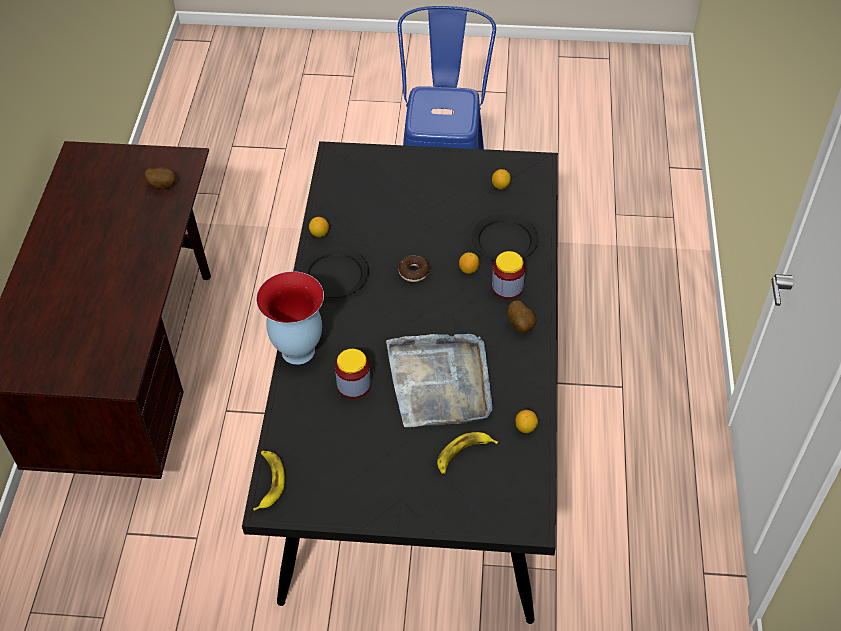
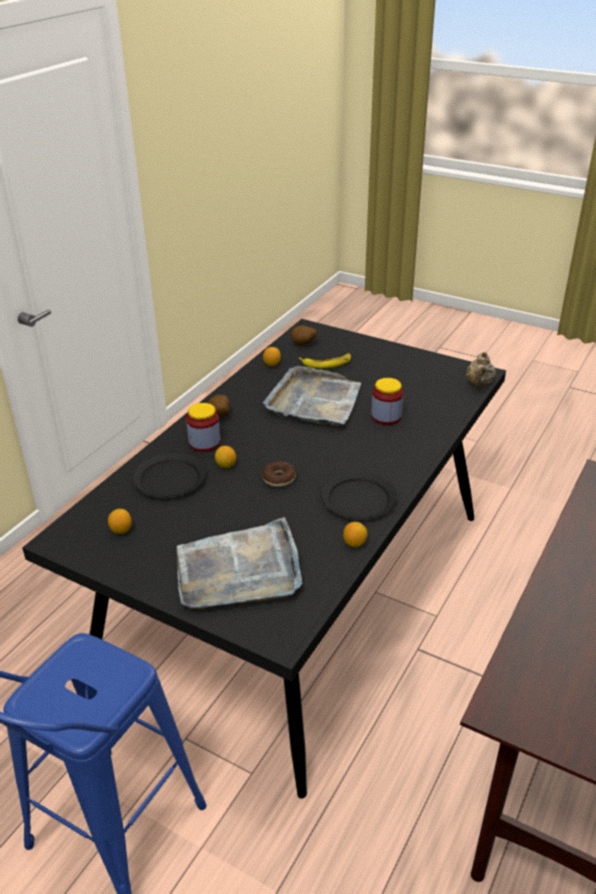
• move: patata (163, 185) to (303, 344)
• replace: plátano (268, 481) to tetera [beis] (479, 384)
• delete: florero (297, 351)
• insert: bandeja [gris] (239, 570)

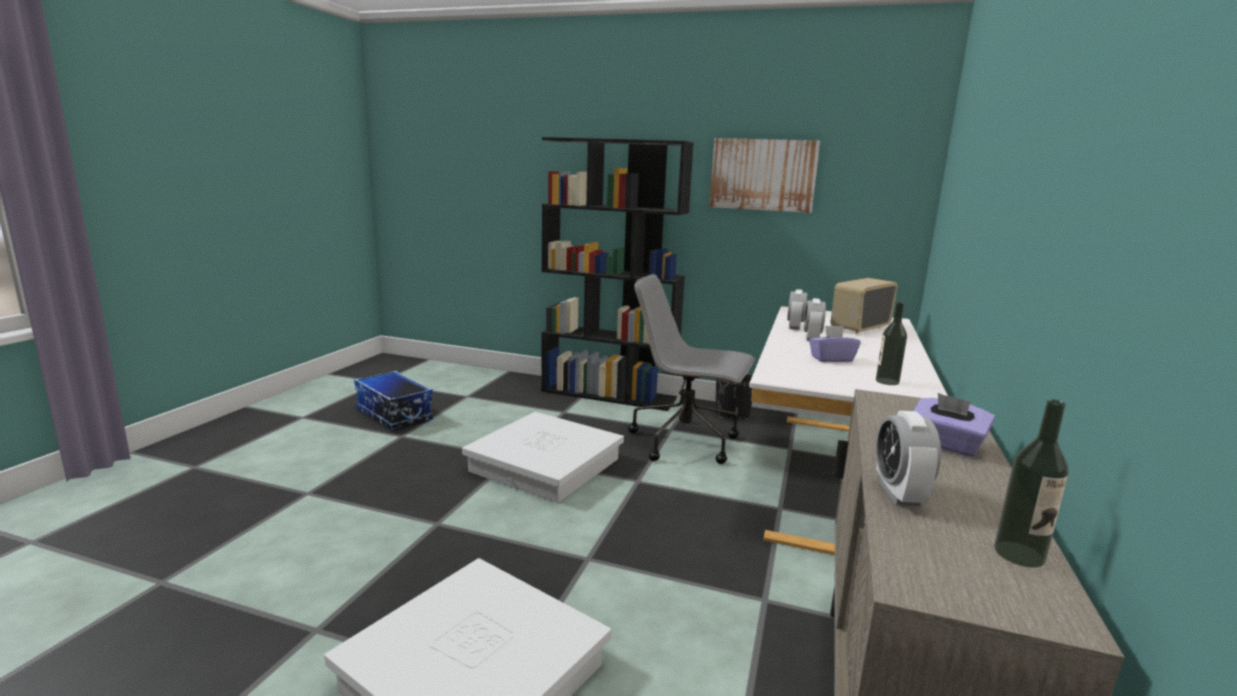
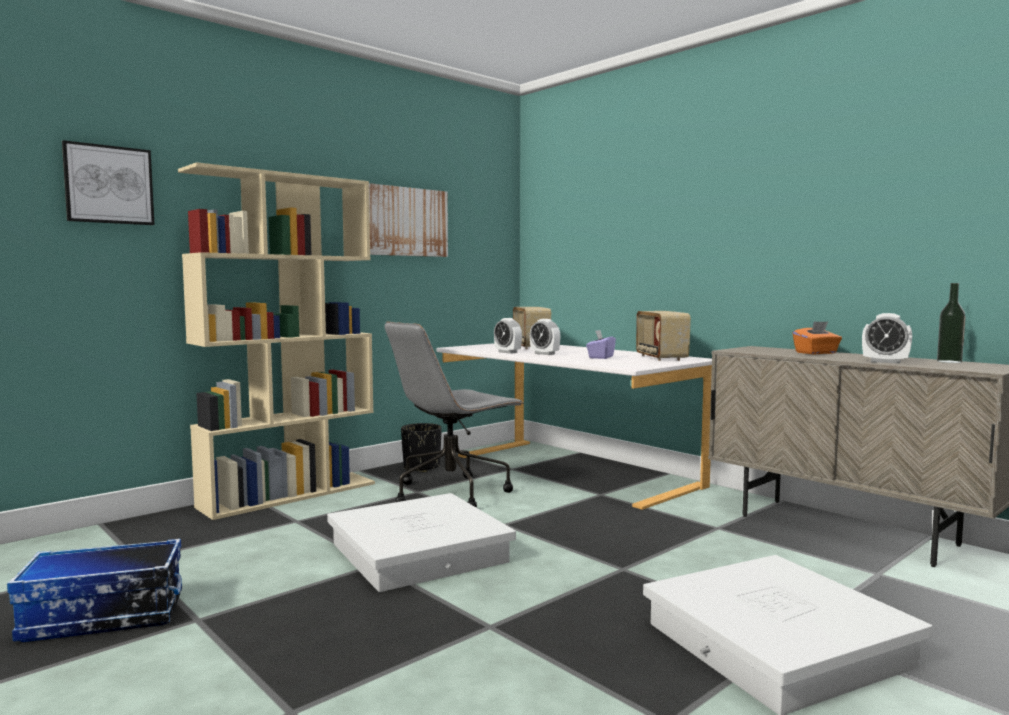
• recolor: estantería [negro] (609, 394) to estantería [beis] (290, 494)
• replace: botella (887, 381) to radio (660, 358)
• recolor: caja de pañuelos [morado] (945, 445) to caja de pañuelos [naranja] (816, 353)
• insert: cuadro (109, 185)

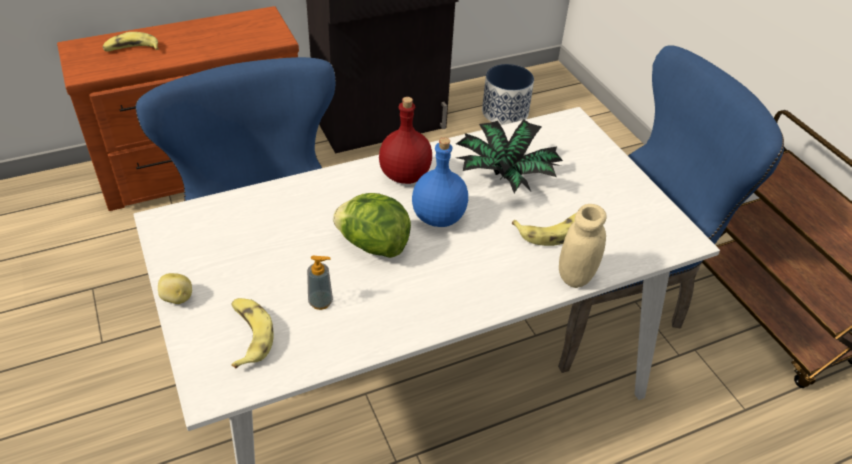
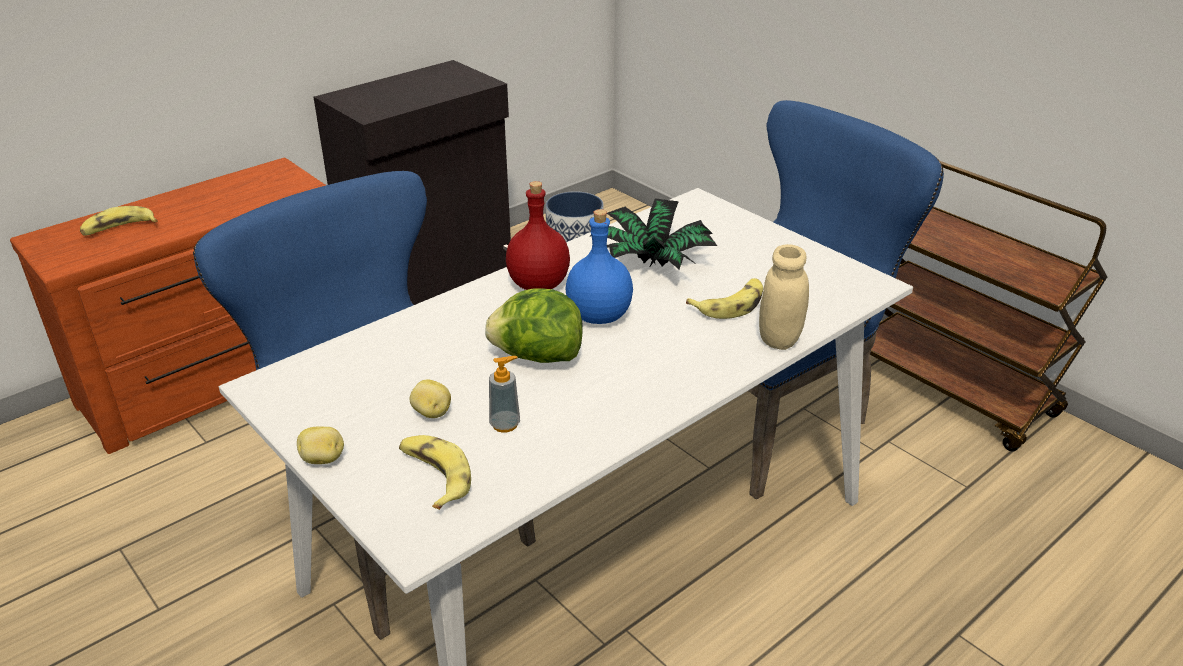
• insert: patata (431, 413)

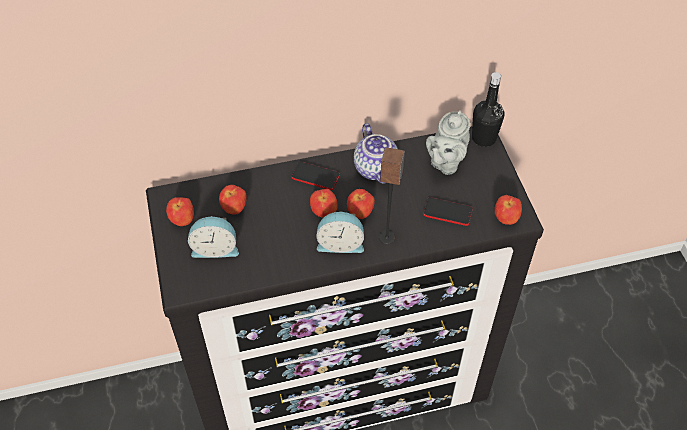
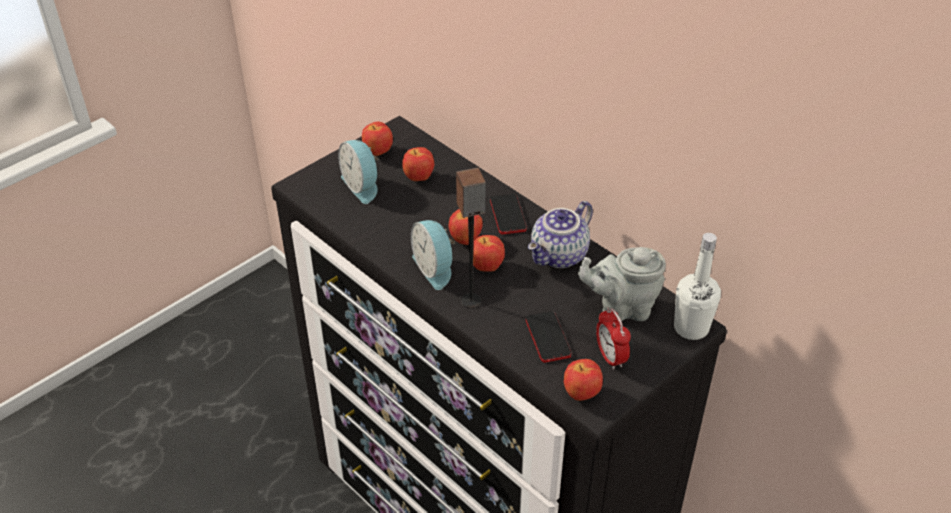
• recolor: botella [negro] (484, 138) to botella [blanco] (691, 328)
• insert: despertador (610, 357)

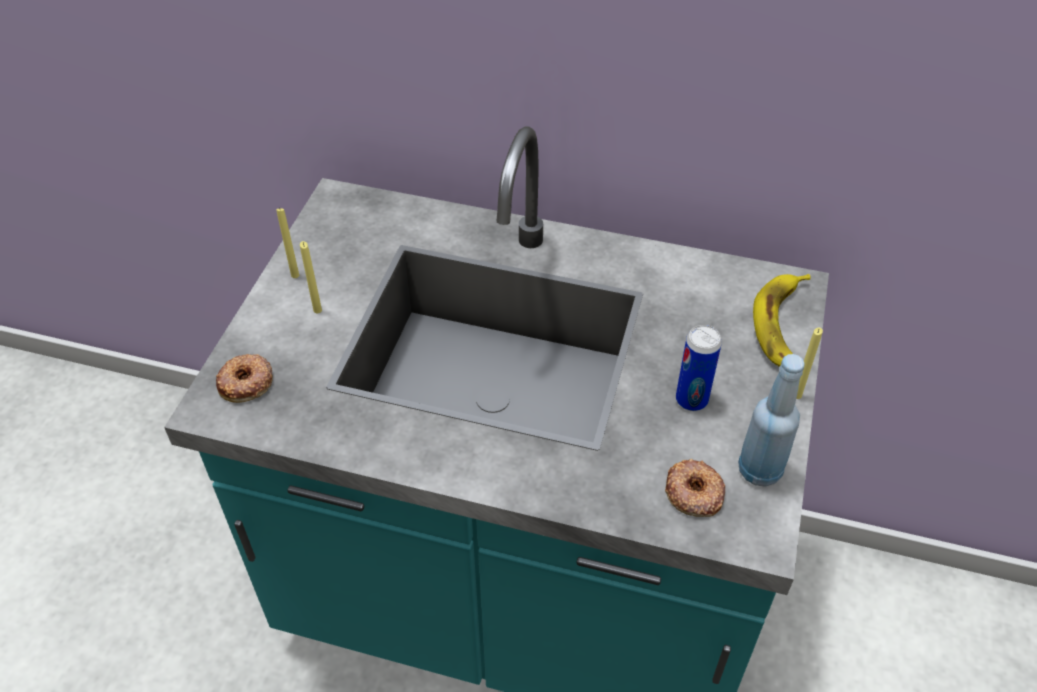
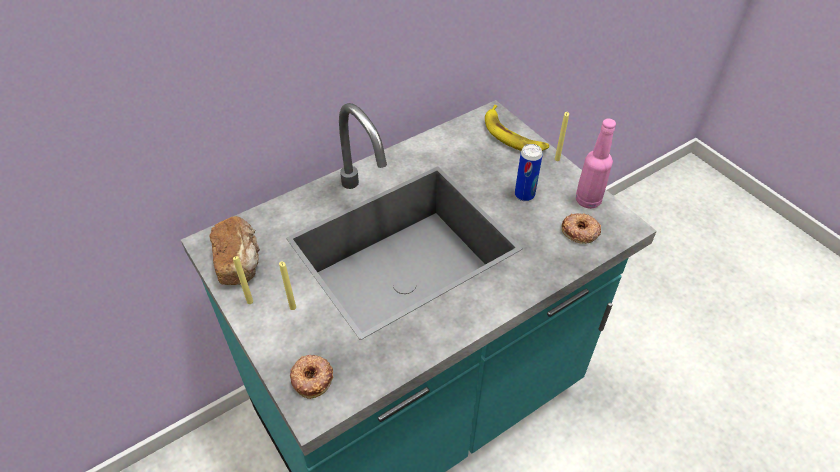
• recolor: botella [azul] (760, 470) to botella [rosa] (588, 200)
• insert: pan (240, 261)

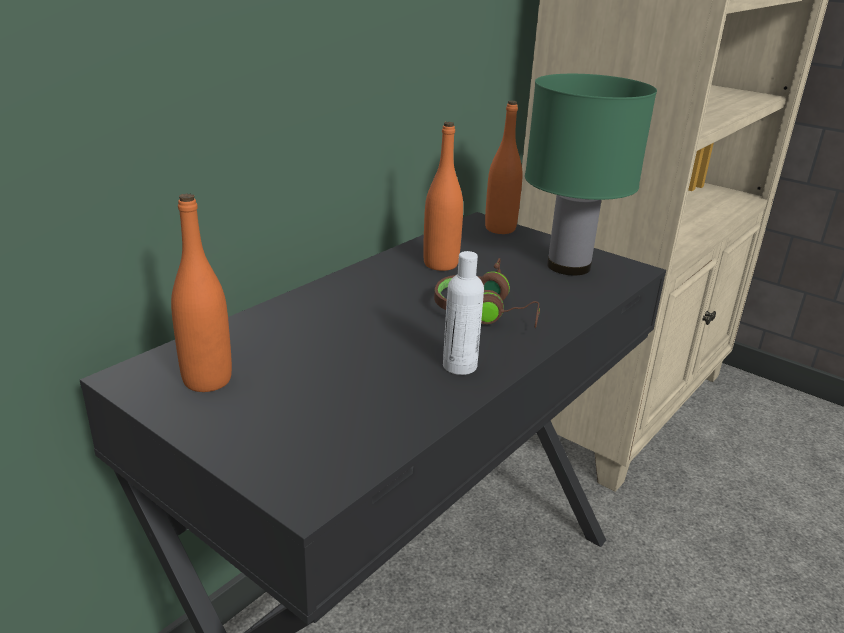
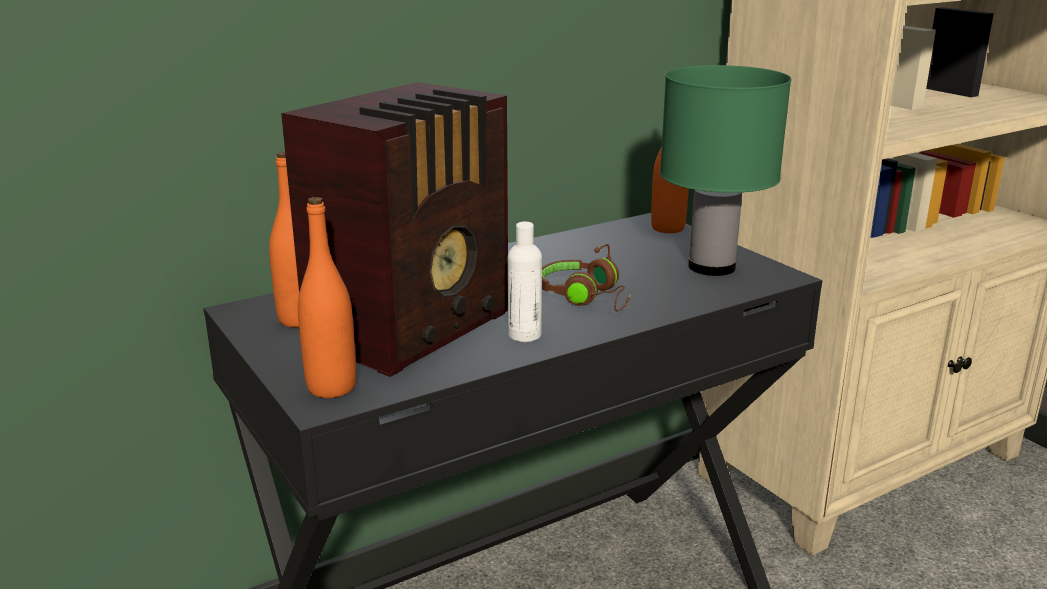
• move: botella [naranja] (440, 264) to (331, 387)
• insert: radio (416, 328)

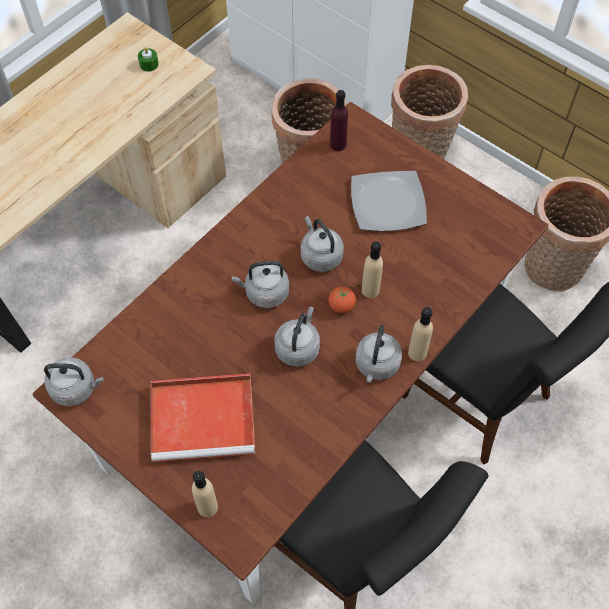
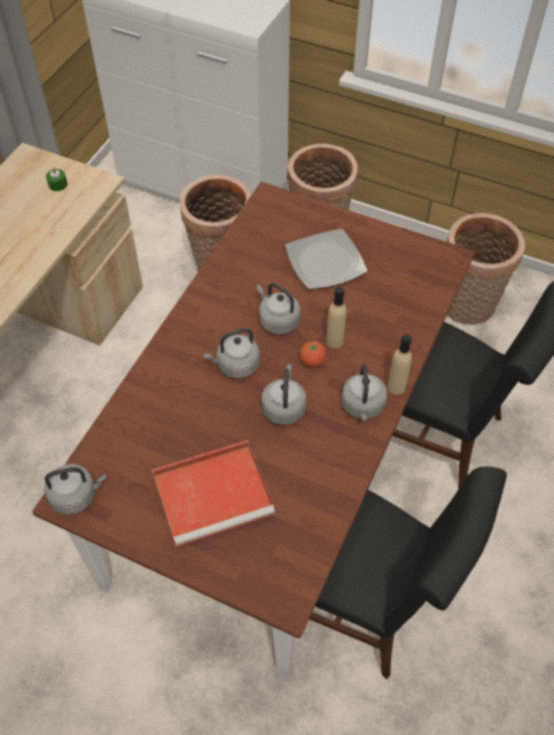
• delete: botella [beis] (207, 507)
• delete: botella [morado] (338, 144)

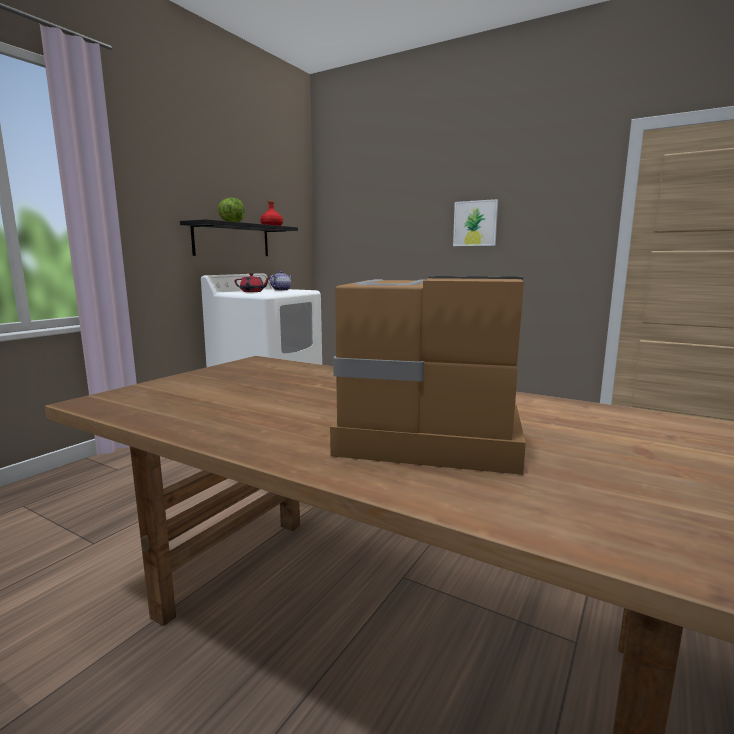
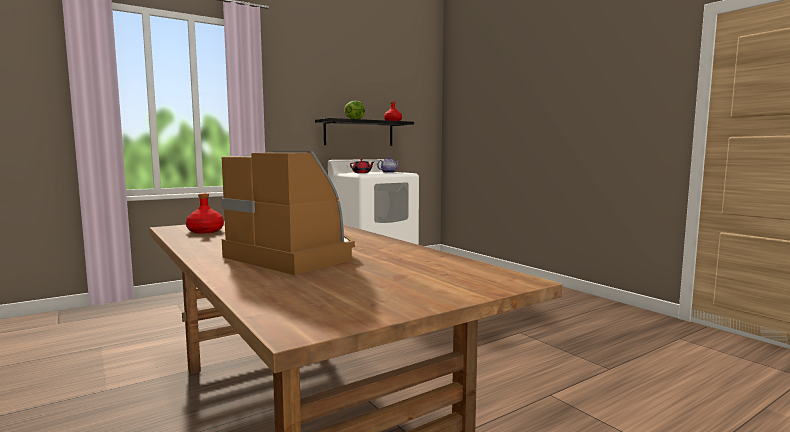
• delete: cuadro (475, 223)
• insert: botella [rojo] (205, 231)

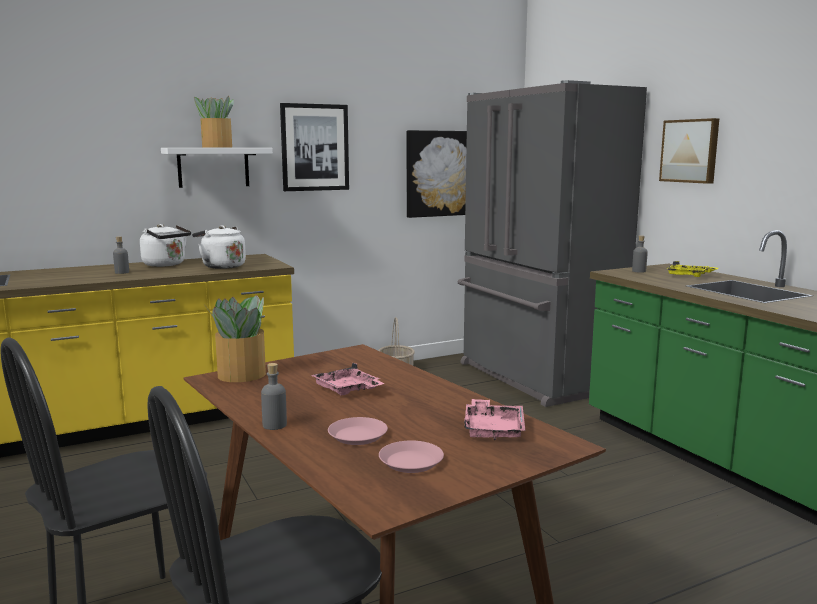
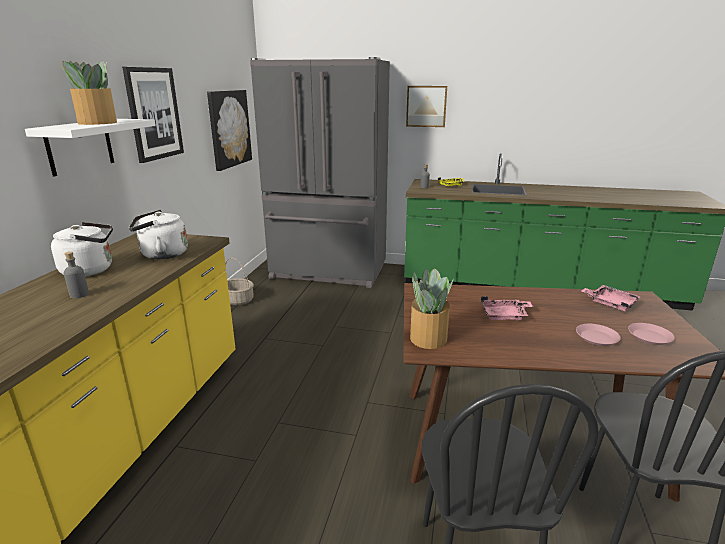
• delete: botella [gris] (274, 425)

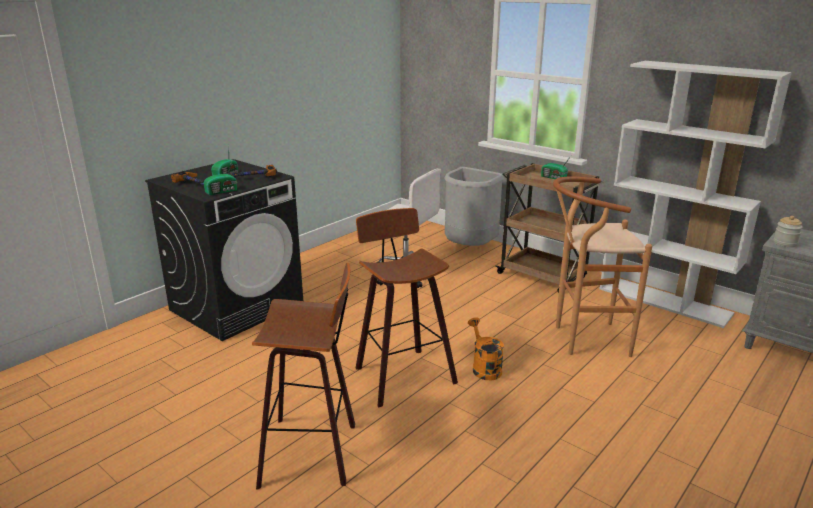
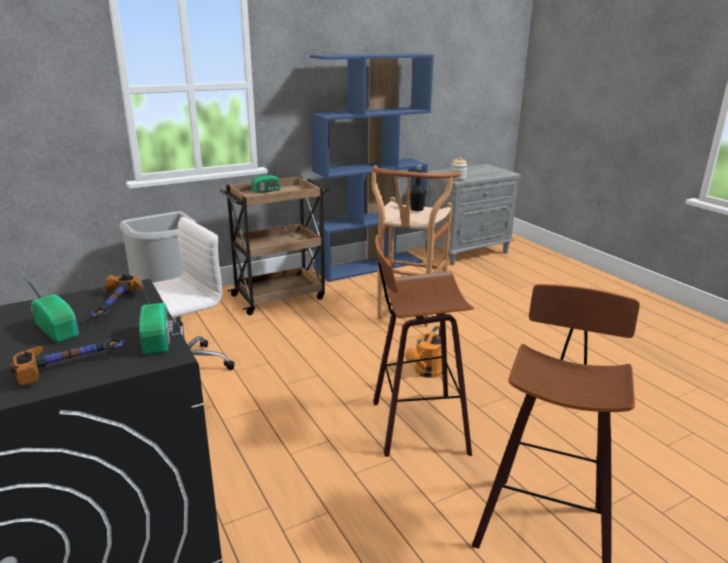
• rotate: regadera [naranja] (484, 367) = (426, 372) 60 degrees counterclockwise
• recolor: estantería [blanco] (665, 301) to estantería [azul] (370, 266)
• insert: botella [negro] (417, 209)

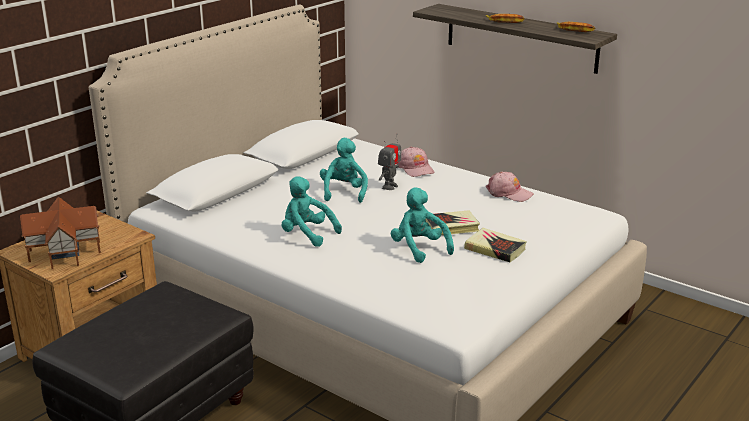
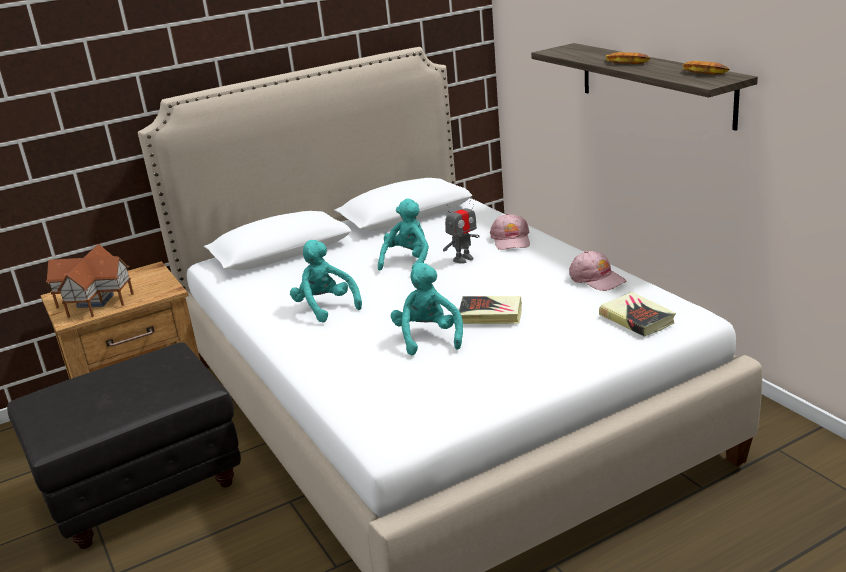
• move: libro (495, 249) to (636, 319)

